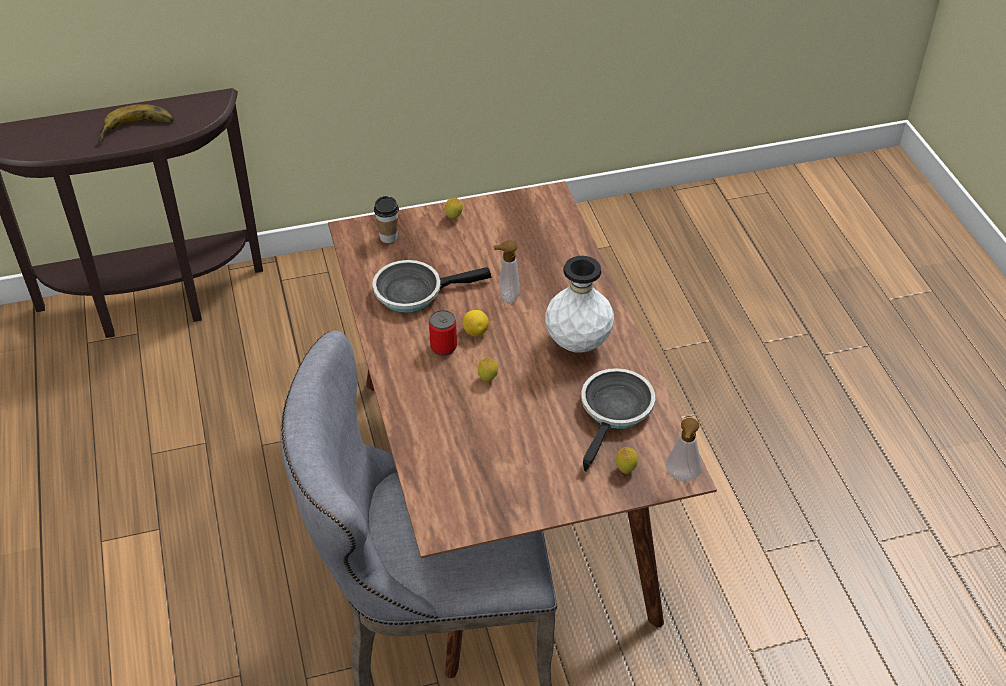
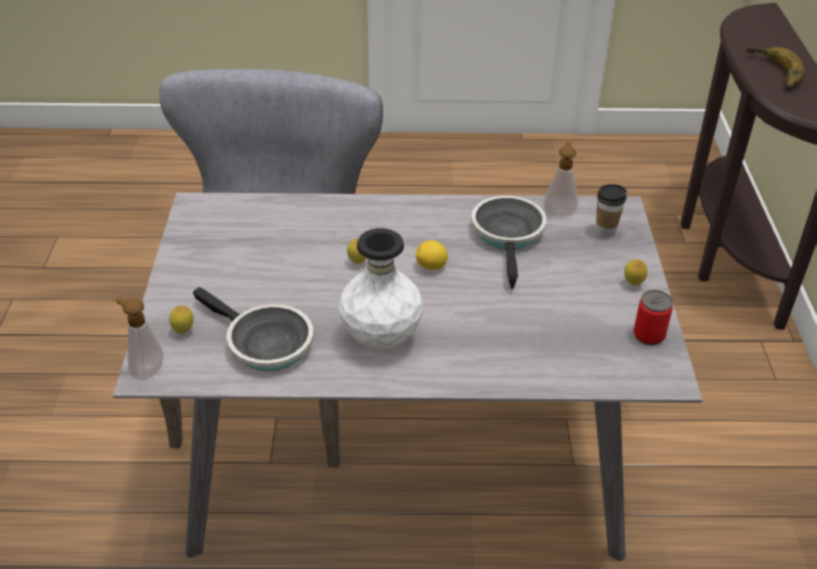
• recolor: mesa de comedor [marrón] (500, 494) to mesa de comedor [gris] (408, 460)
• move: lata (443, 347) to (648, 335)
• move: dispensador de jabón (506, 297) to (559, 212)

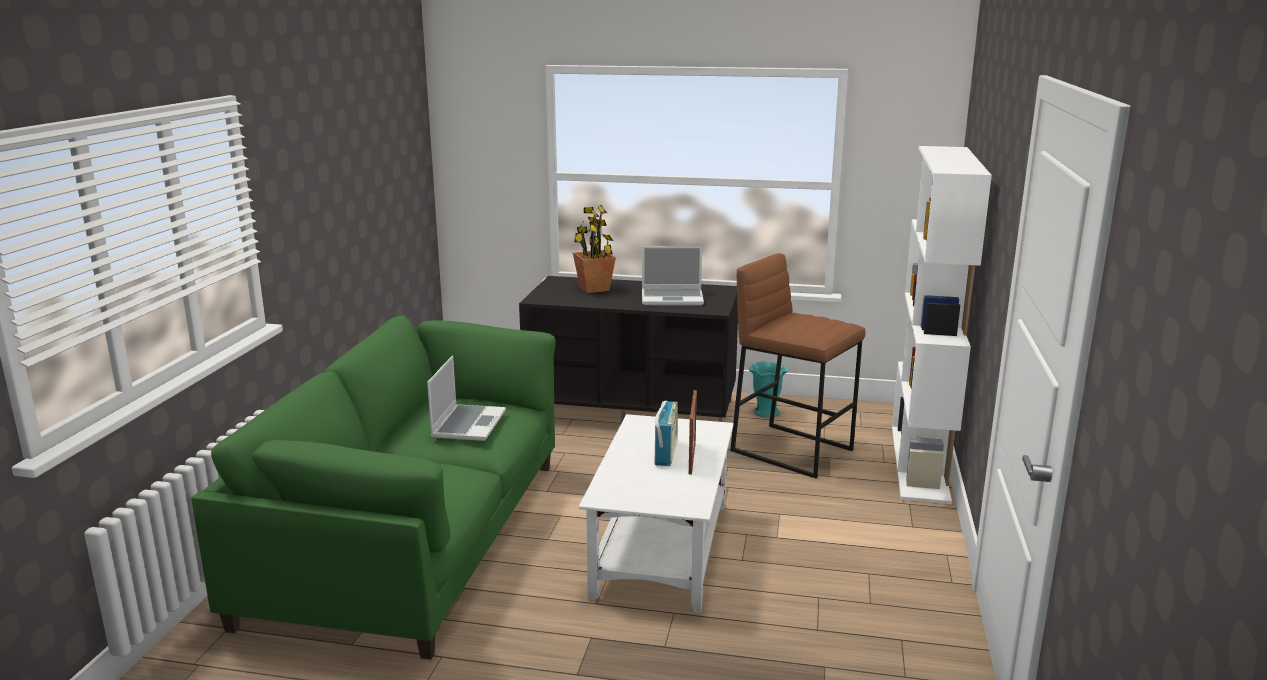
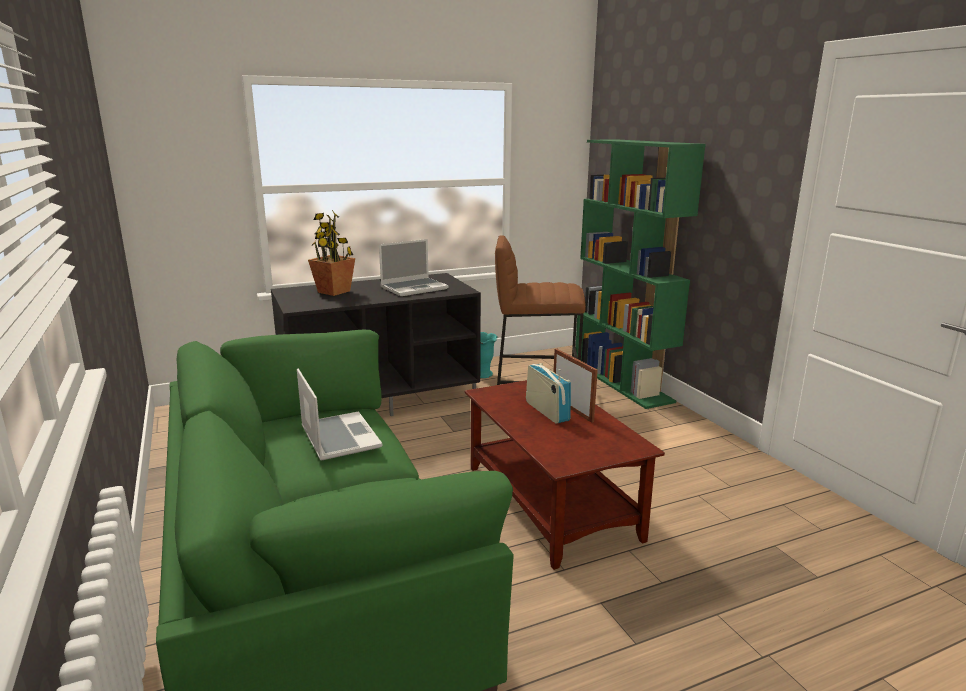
• recolor: mesa de centro [blanco] (661, 549) to mesa de centro [marrón] (549, 501)
• recolor: estantería [blanco] (920, 463) to estantería [verde] (622, 382)

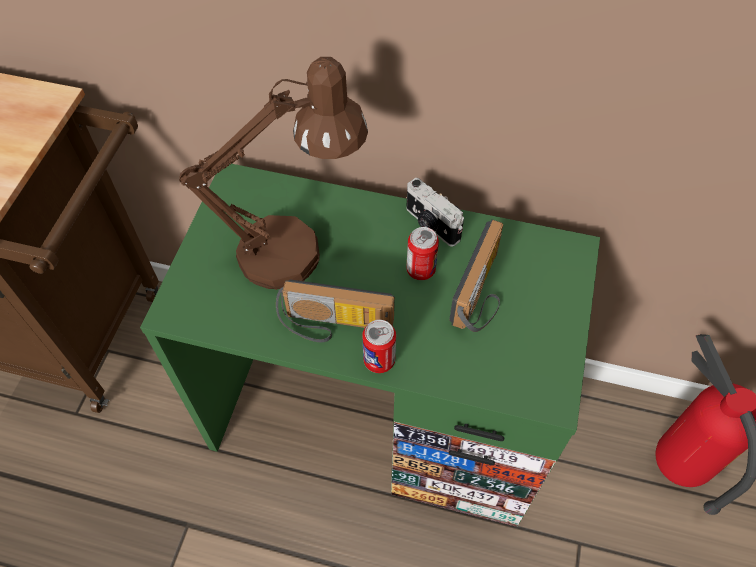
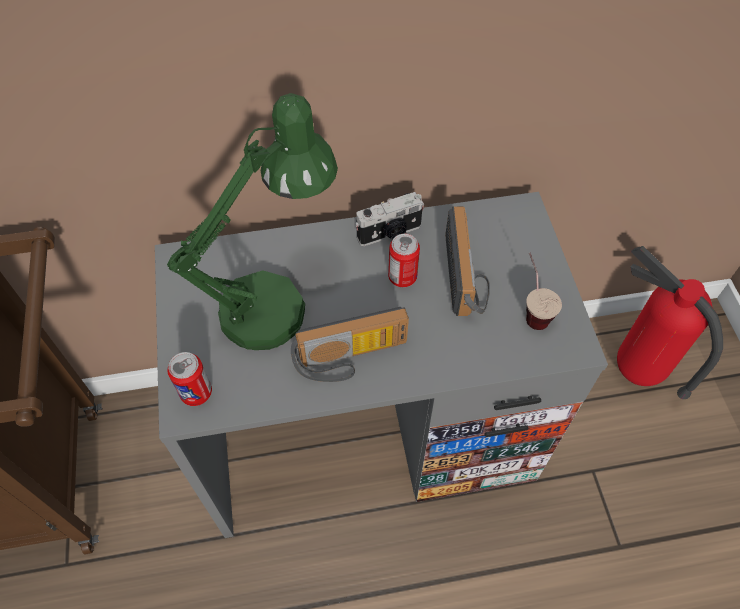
• recolor: escritorio [verde] (379, 412) to escritorio [gris] (369, 432)
• recolor: lámpara de mesa [marrón] (297, 249) to lámpara de mesa [verde] (277, 302)
• move: lata (379, 360) to (196, 393)
• rotate: cámara (431, 225) = (390, 233) 45 degrees counterclockwise
• insert: taza (531, 309)

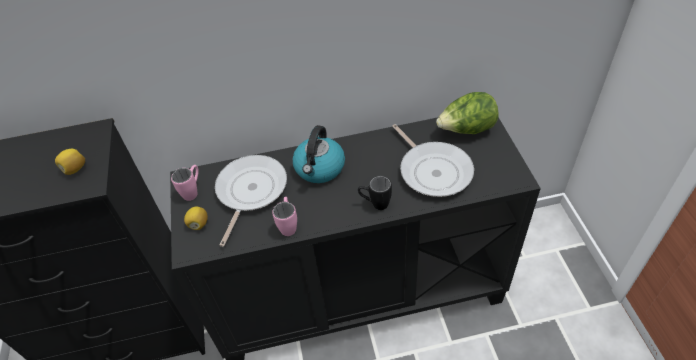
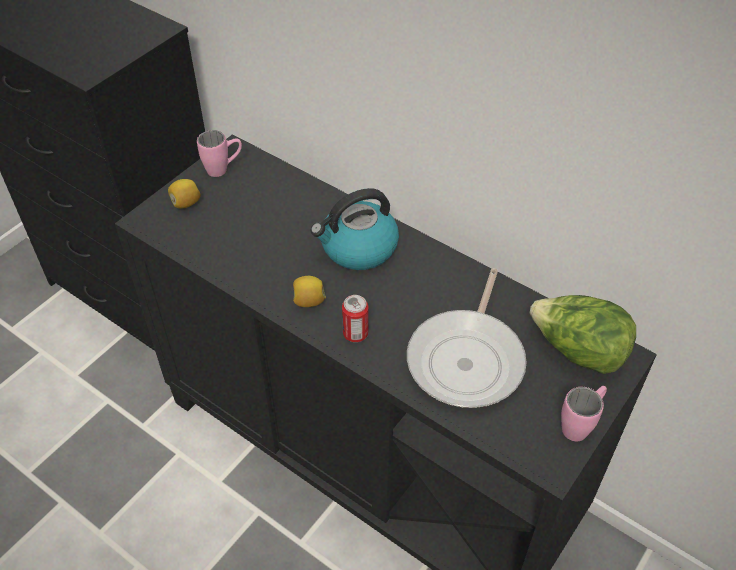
• move: limón (75, 169) to (308, 301)
• delete: sartén (250, 191)
• move: taza grande [rosa] (288, 225) to (580, 425)
• replace: taza grande [negro] (375, 204) to lata (355, 334)

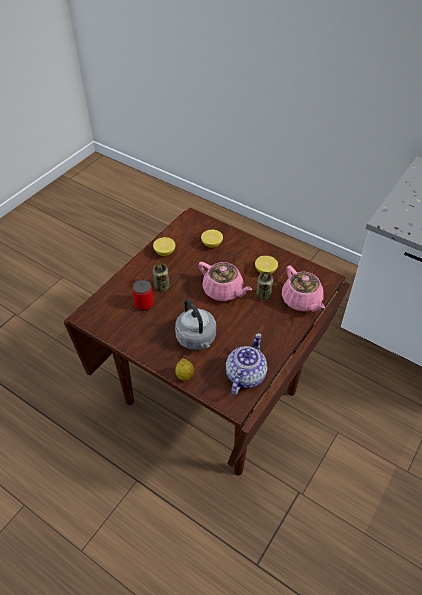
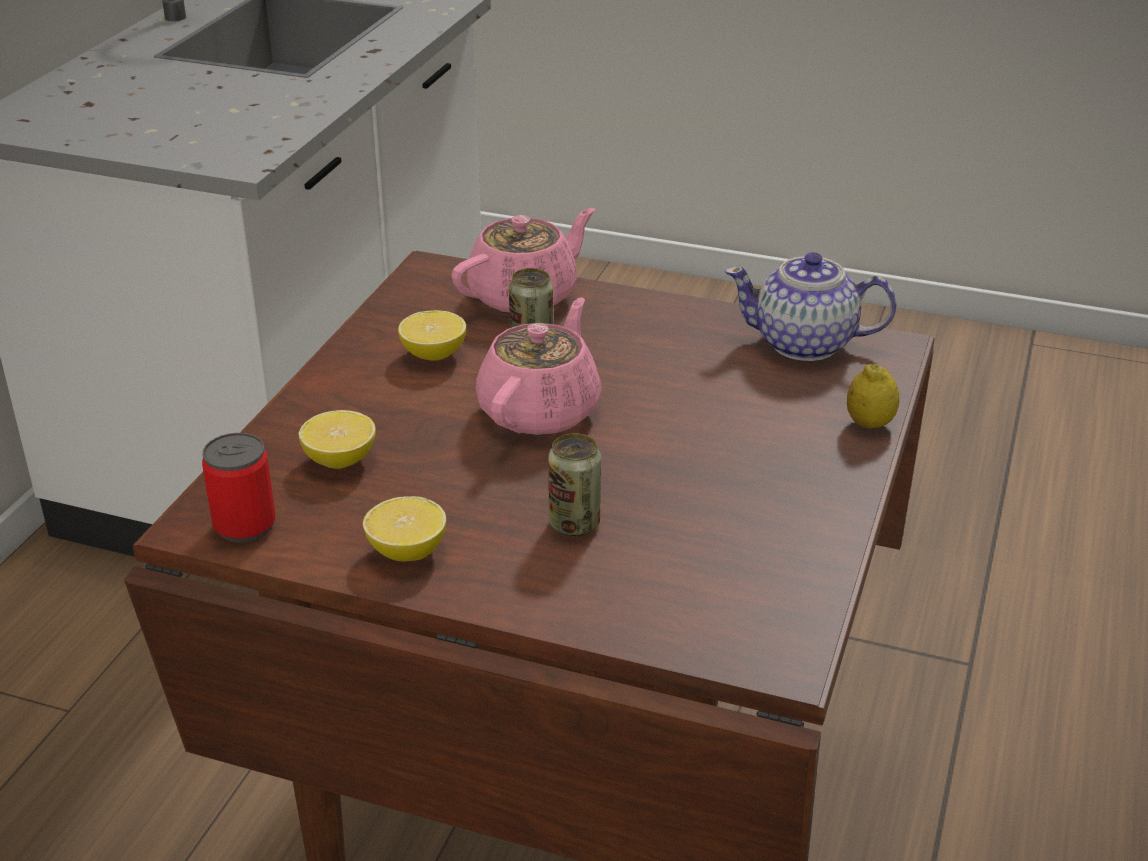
• move: lata (144, 304) to (245, 525)
• delete: hervidor [gris] (197, 339)

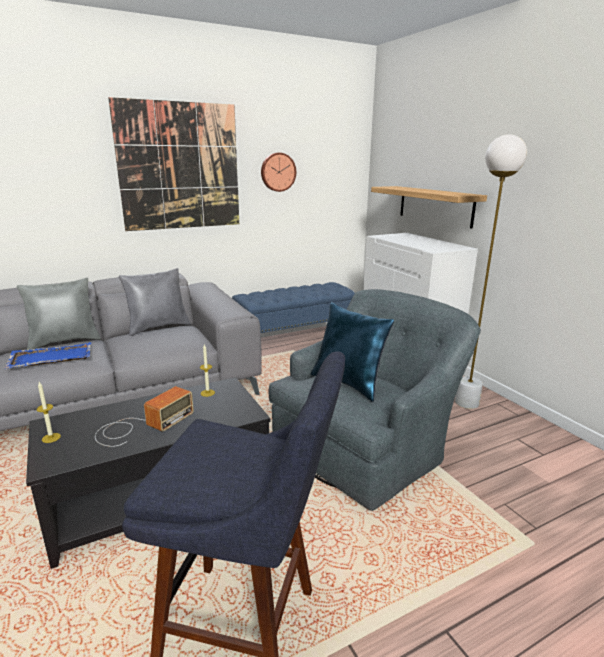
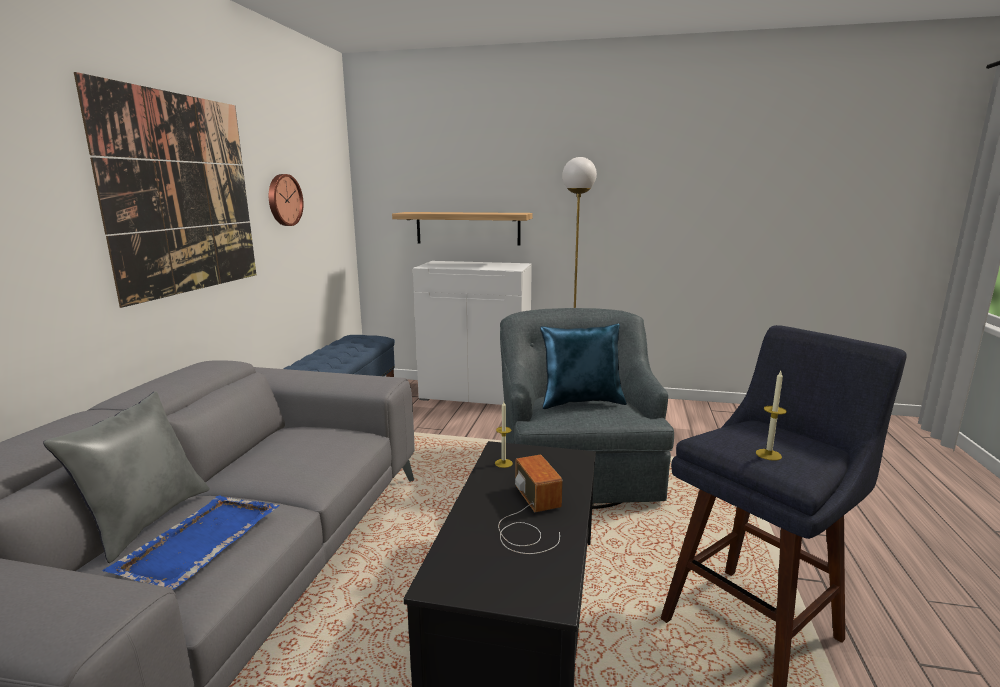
• move: vela (51, 438) to (768, 454)
• delete: cojín [gris] (158, 327)

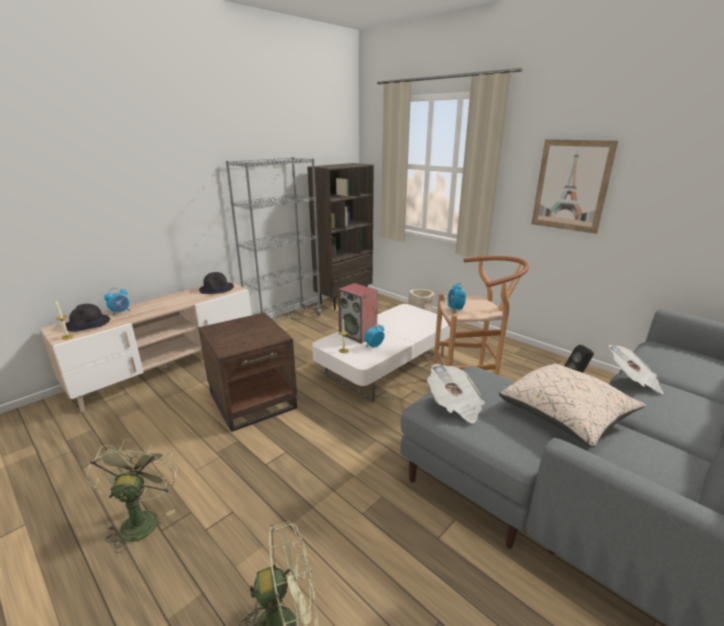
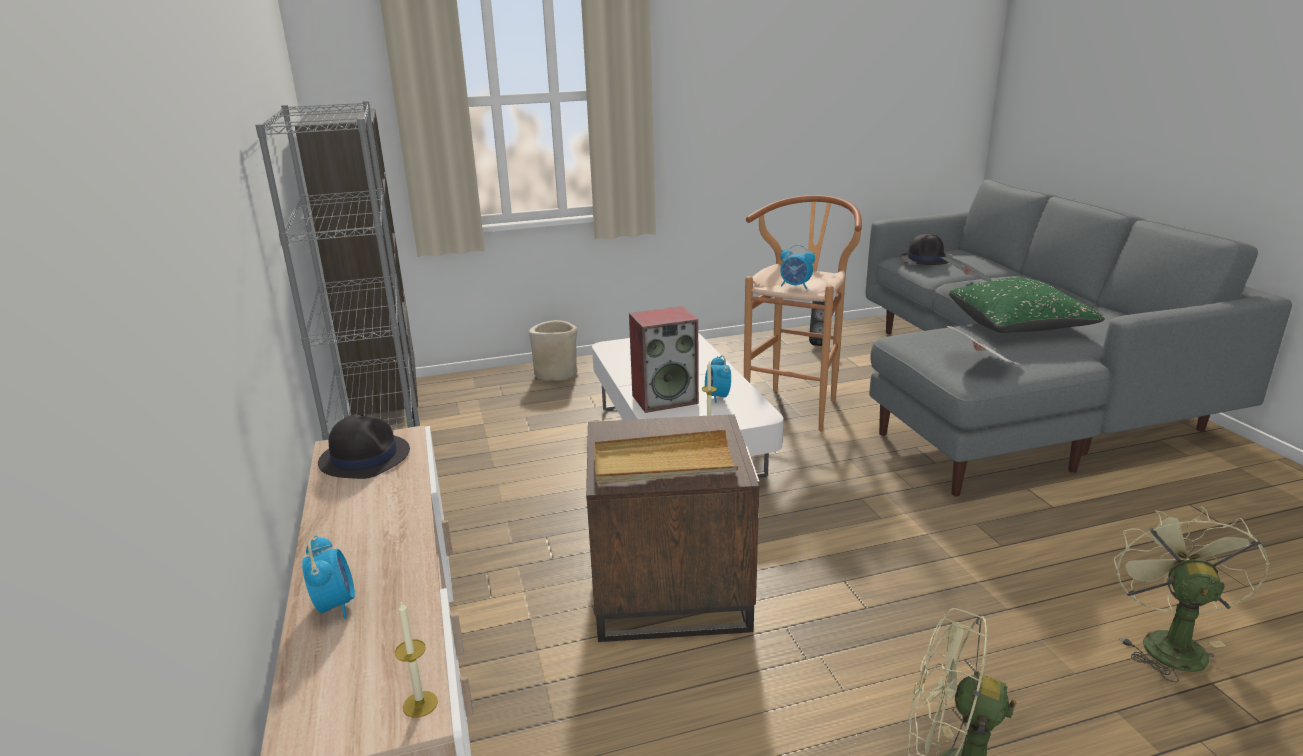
• move: sombrero [negro] (87, 324) to (926, 259)
• recolor: cojín [beis] (566, 416) to cojín [verde] (1019, 326)
• delete: cuadro (571, 186)
• insert: bandeja [beis] (663, 463)

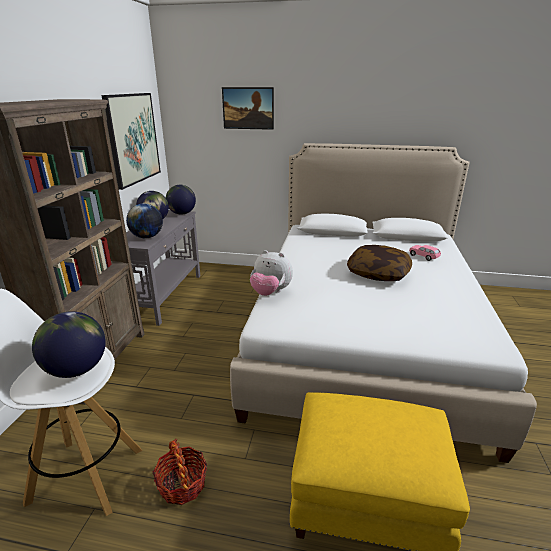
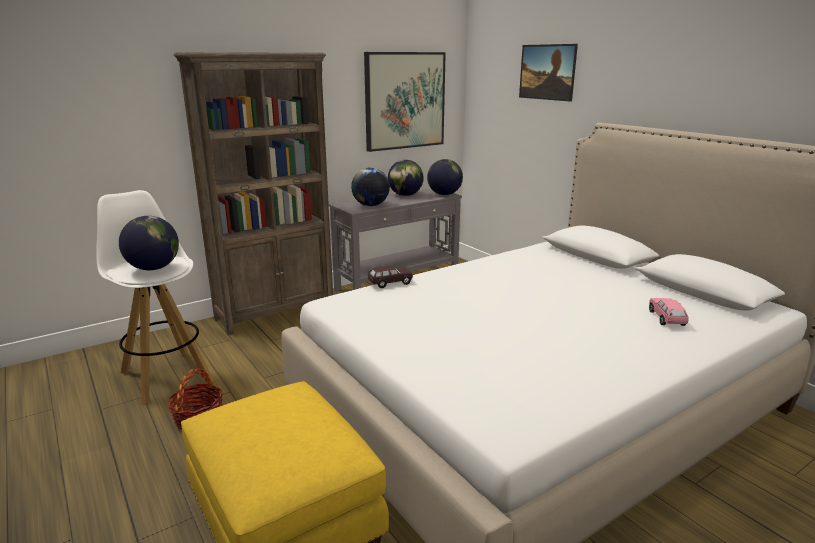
• replace: peluche (270, 292) to coche de juguete [marrón] (390, 283)
• delete: cojín (378, 273)

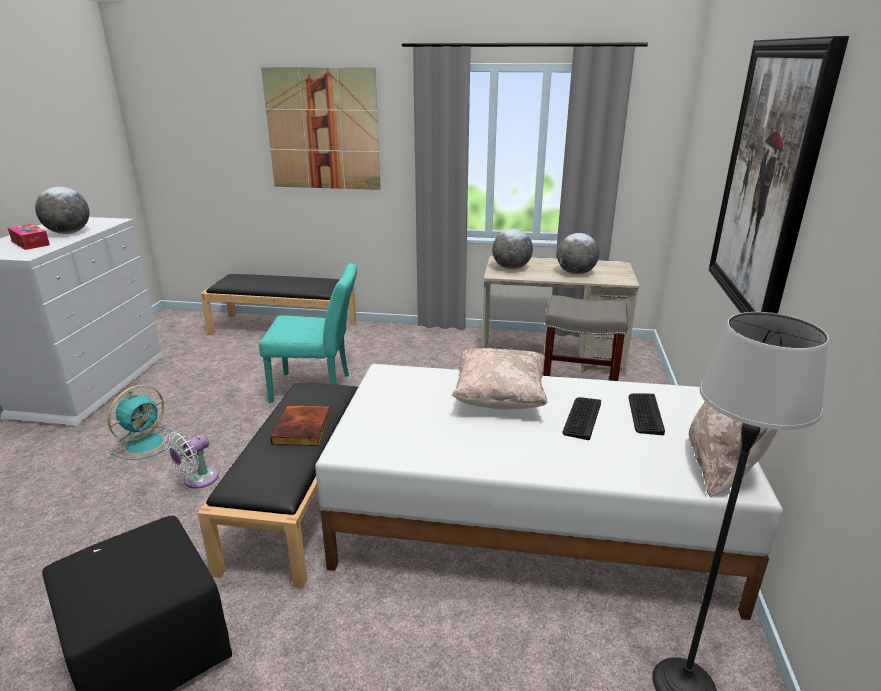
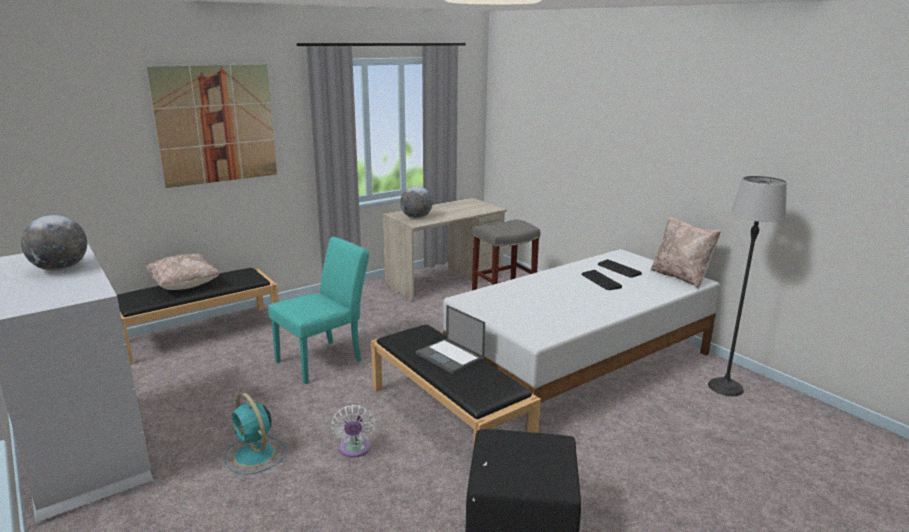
• delete: caja de pañuelos (30, 243)
• rotate: ventilador [turquesa] (146, 443) = (255, 455) 150 degrees clockwise
• replace: libro (303, 429) to portátil (450, 356)
• move: cojín [beis] (500, 398) to (185, 285)
• delete: globo terráqueo (575, 273)
• delete: cuadro (767, 181)

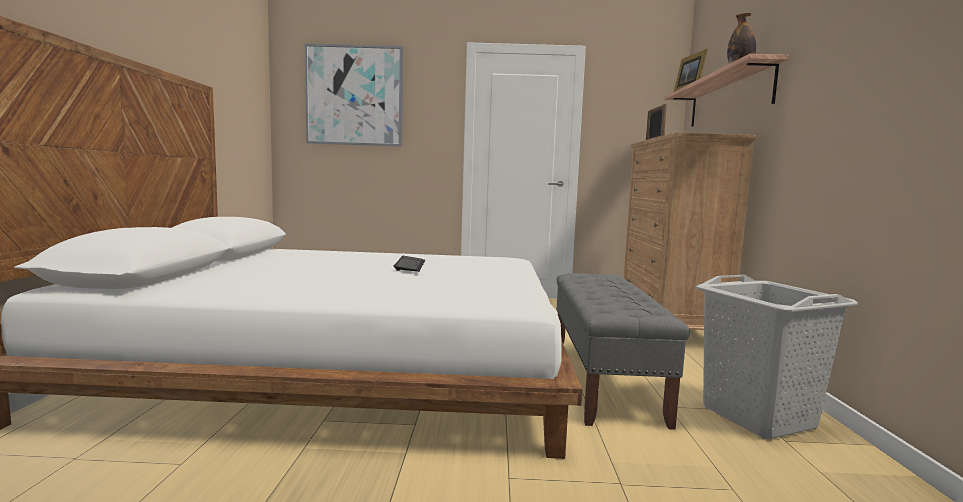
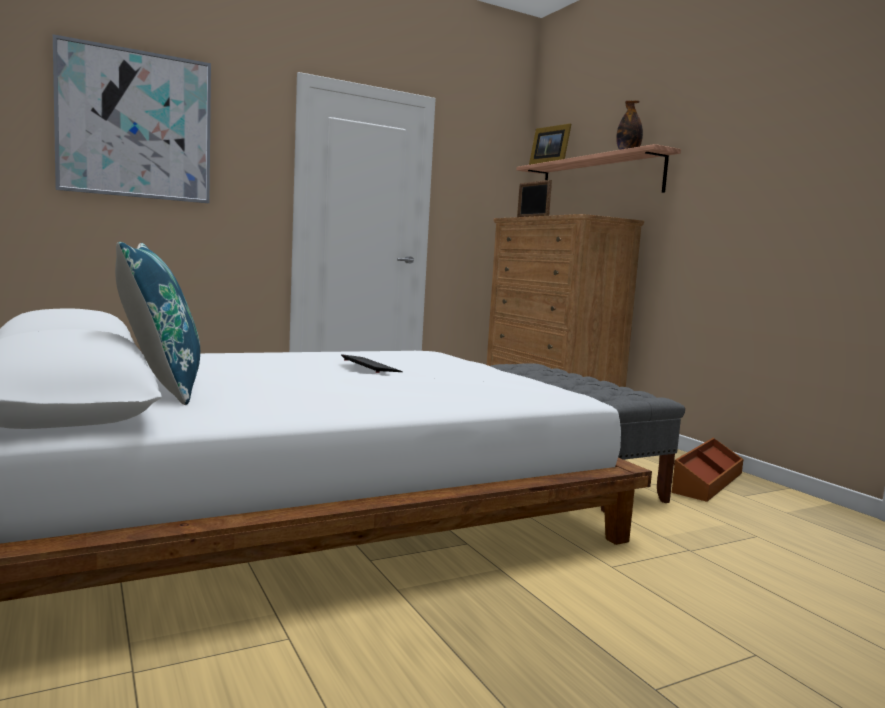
• replace: cesto de la ropa [gris] (758, 416) to caja de almacenaje [marrón] (706, 482)
• insert: cojín [azul] (161, 388)

